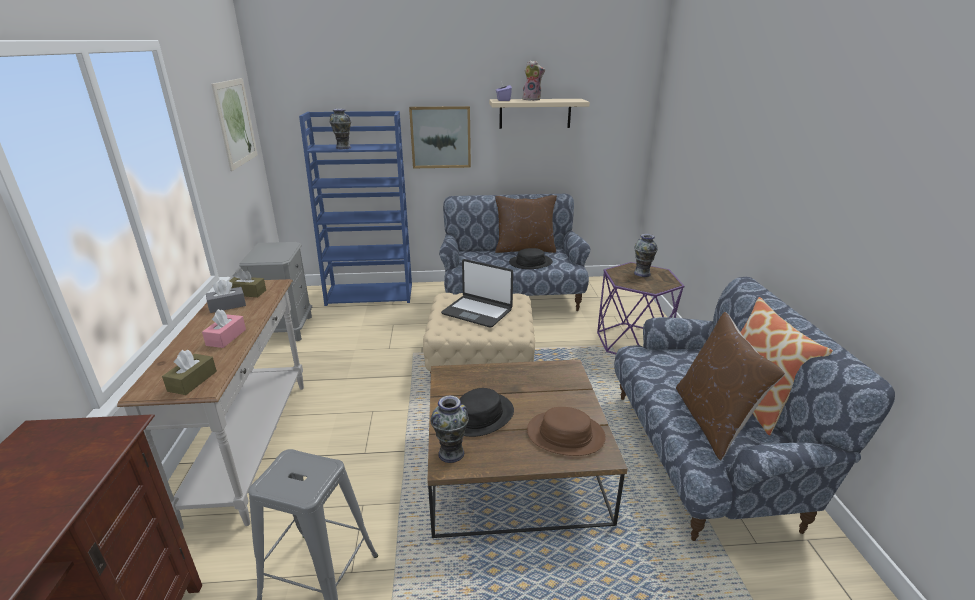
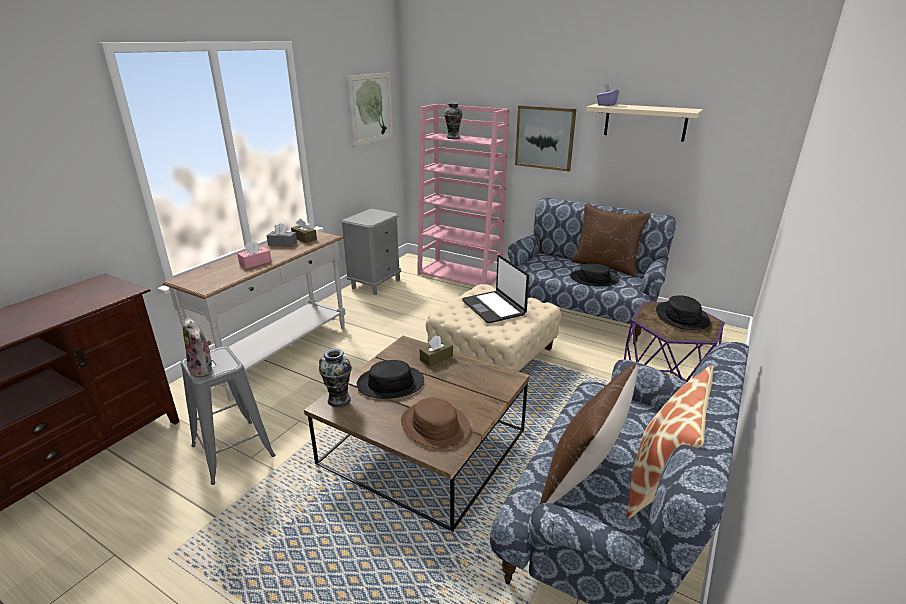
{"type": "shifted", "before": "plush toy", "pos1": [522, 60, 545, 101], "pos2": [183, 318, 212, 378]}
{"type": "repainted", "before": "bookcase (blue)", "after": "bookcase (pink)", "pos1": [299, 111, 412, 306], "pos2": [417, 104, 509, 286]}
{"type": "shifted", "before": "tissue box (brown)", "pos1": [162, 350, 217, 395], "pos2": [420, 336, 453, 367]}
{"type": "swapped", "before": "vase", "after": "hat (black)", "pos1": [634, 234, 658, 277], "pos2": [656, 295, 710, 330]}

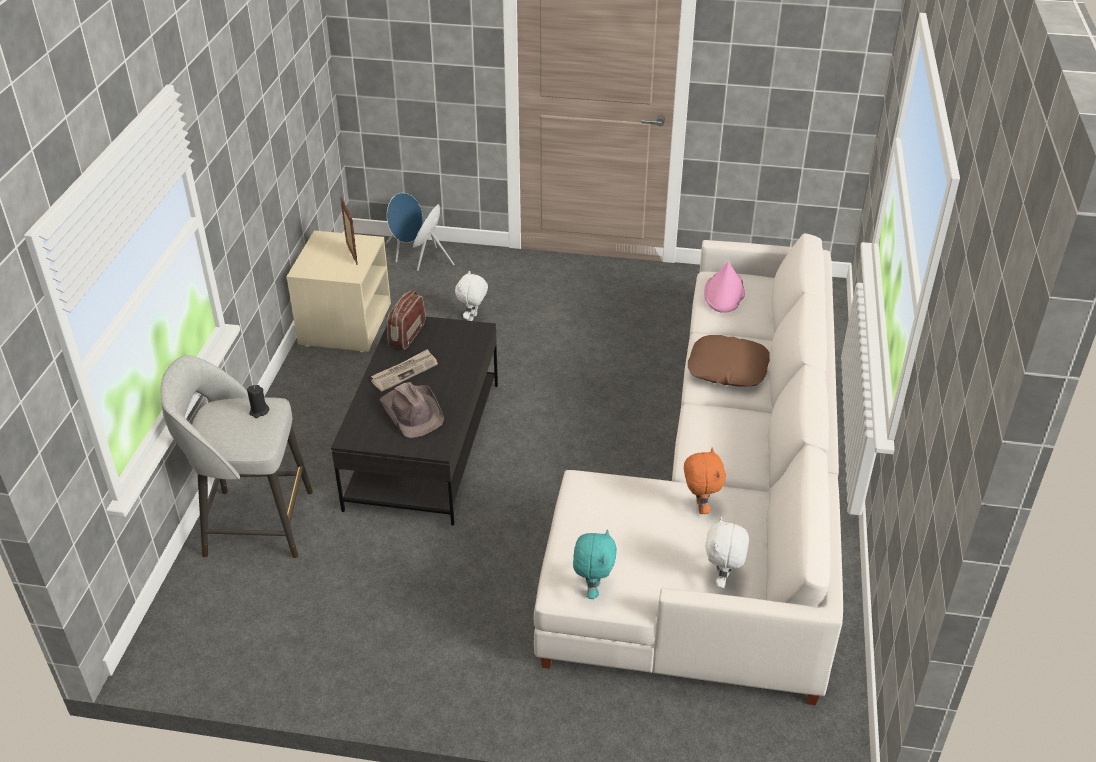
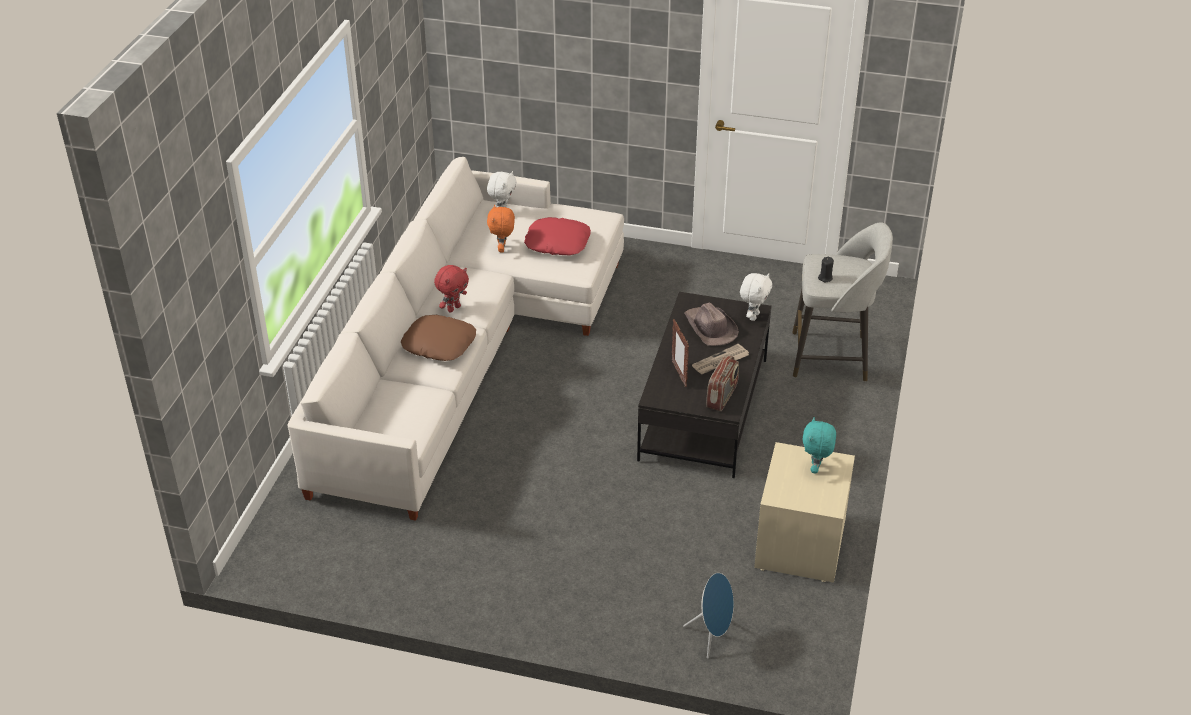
{"type": "new", "after": "plush toy (red)", "pos2": [434, 265, 469, 313]}
{"type": "new", "after": "pillow (red)", "pos2": [524, 217, 591, 255]}
{"type": "shifted", "before": "picture frame", "pos1": [340, 196, 358, 265], "pos2": [672, 319, 689, 387]}
{"type": "shifted", "before": "plush toy (white)", "pos1": [455, 271, 488, 321], "pos2": [740, 273, 772, 321]}
{"type": "shifted", "before": "plush toy (turquoise)", "pos1": [573, 529, 617, 599], "pos2": [802, 417, 836, 474]}
{"type": "gone", "before": "speaker (blue)", "pos1": [386, 193, 423, 262]}
{"type": "gone", "before": "hat (pink)", "pos1": [704, 261, 745, 313]}

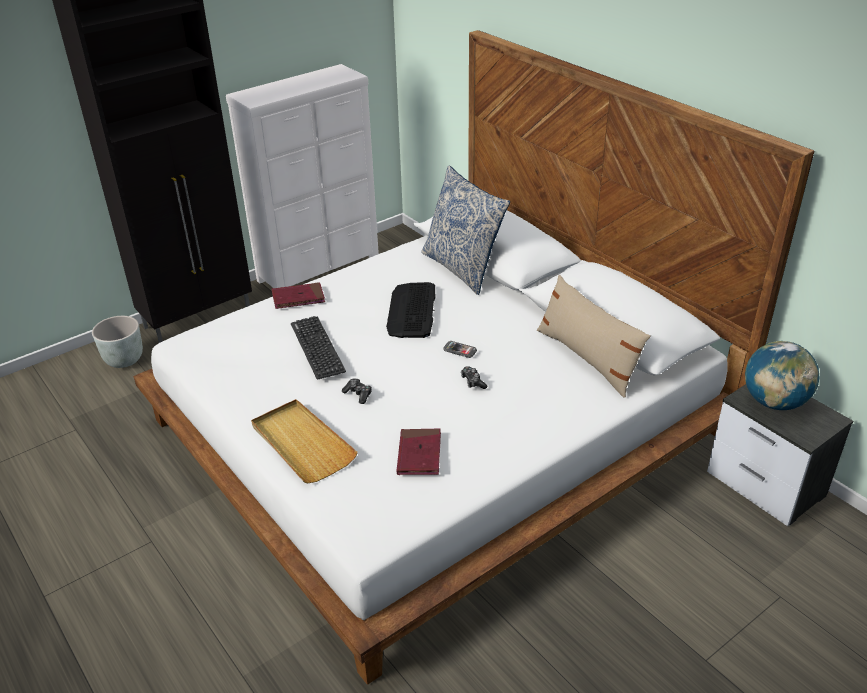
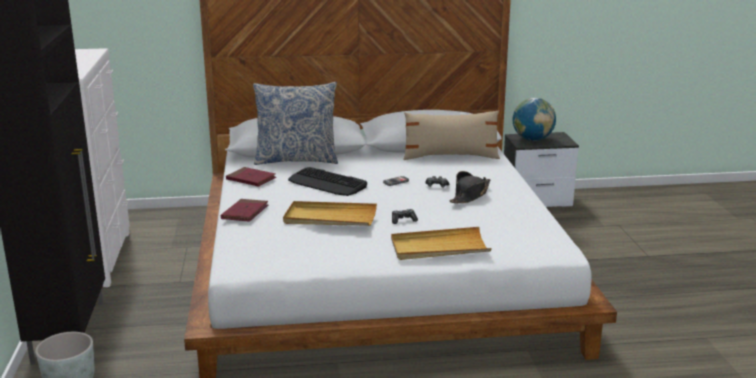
{"type": "shifted", "before": "book (red)", "pos1": [397, 429, 441, 475], "pos2": [226, 167, 276, 186]}
{"type": "swapped", "before": "keyboard", "after": "tray (beige)", "pos1": [291, 316, 346, 379], "pos2": [283, 201, 377, 226]}
{"type": "new", "after": "hat (black)", "pos2": [449, 171, 491, 203]}

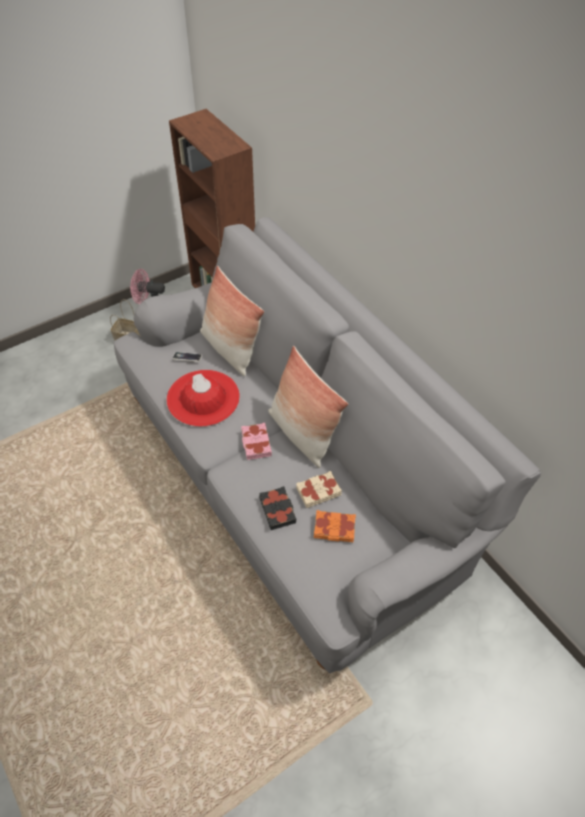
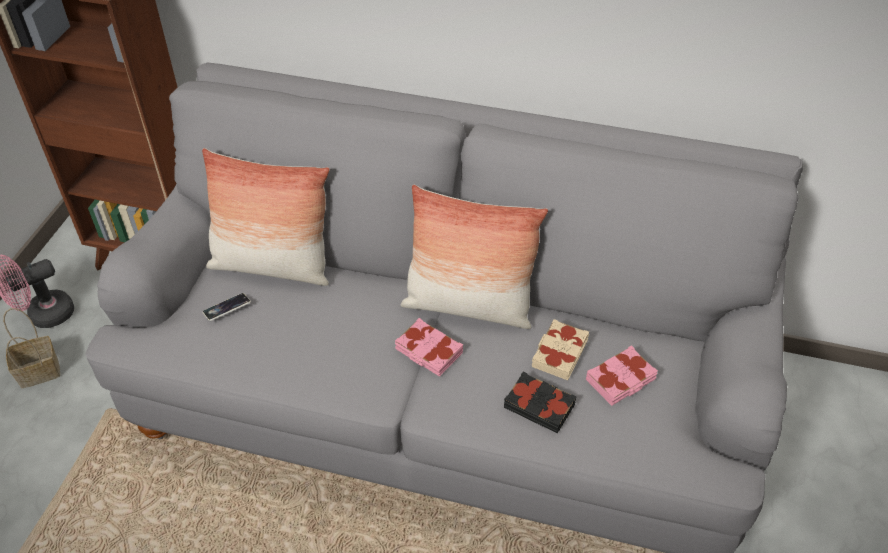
{"type": "repainted", "before": "book (orange)", "after": "book (pink)", "pos1": [314, 510, 356, 542], "pos2": [586, 345, 658, 406]}
{"type": "gone", "before": "hat (red)", "pos1": [166, 370, 240, 427]}

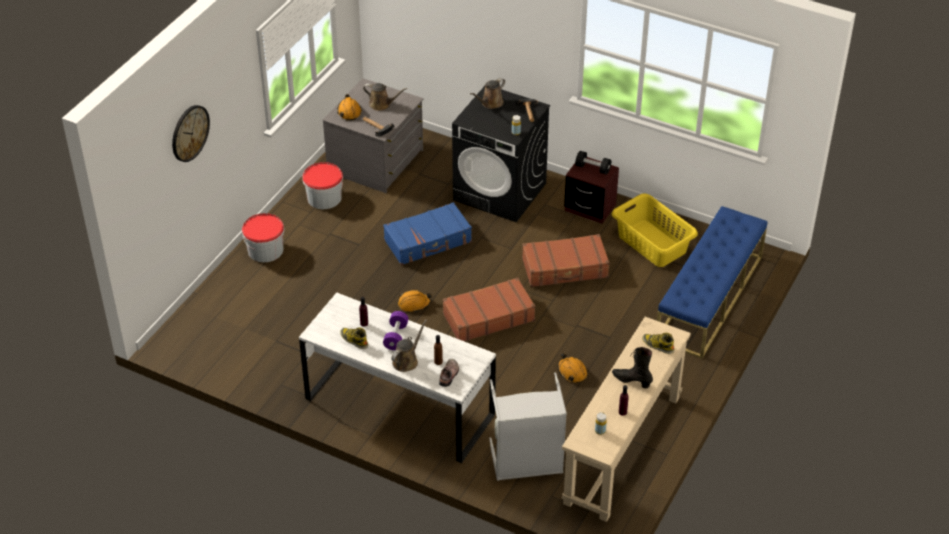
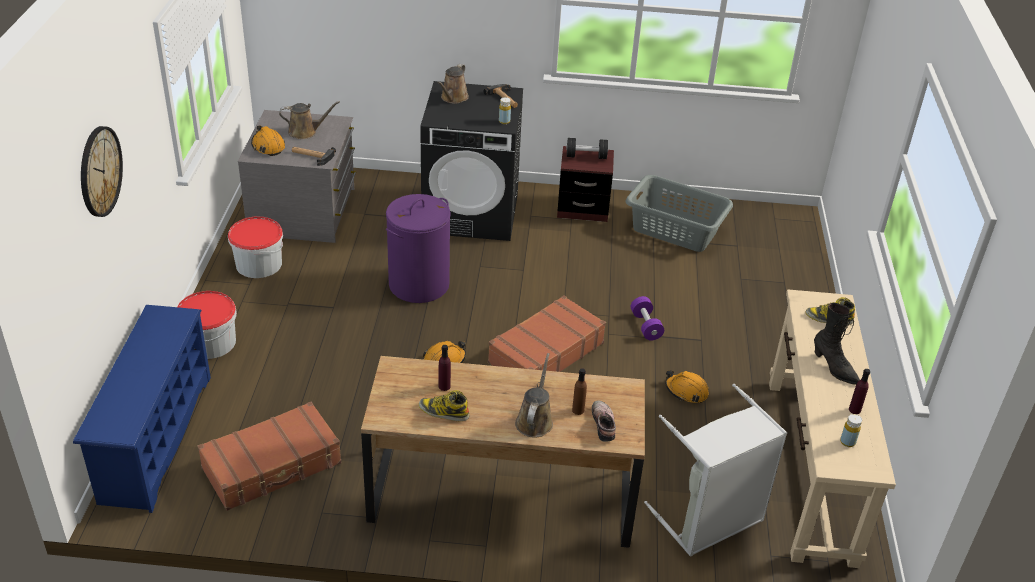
{"type": "new", "after": "shoe rack (blue)", "pos2": [73, 305, 211, 513]}
{"type": "shifted", "before": "suitcase (brown)", "pos1": [522, 234, 610, 287], "pos2": [198, 402, 341, 511]}
{"type": "repainted", "before": "desk (white)", "after": "desk (brown)", "pos1": [299, 292, 496, 463], "pos2": [361, 356, 645, 548]}
{"type": "swapped", "before": "suitcase (blue)", "after": "laundry basket (purple)", "pos1": [383, 202, 472, 265], "pos2": [386, 194, 451, 303]}
{"type": "repainted", "before": "laundry basket (yellow)", "after": "laundry basket (grey)", "pos1": [612, 194, 698, 267], "pos2": [625, 175, 733, 252]}
{"type": "shifted", "before": "dumbbell (purple)", "pos1": [383, 311, 408, 350], "pos2": [631, 296, 664, 340]}
{"type": "rotated", "before": "boot (black)", "pos1": [612, 347, 653, 388], "pos2": [814, 303, 860, 385], "turn": -135}
{"type": "gone", "before": "bench (blue)", "pos1": [657, 206, 767, 359]}

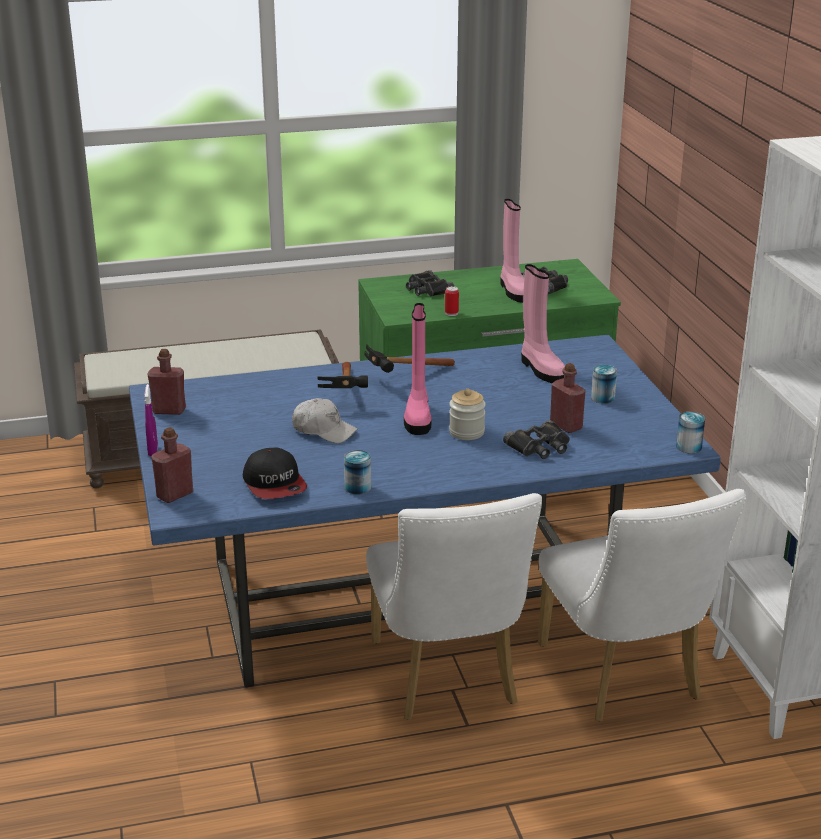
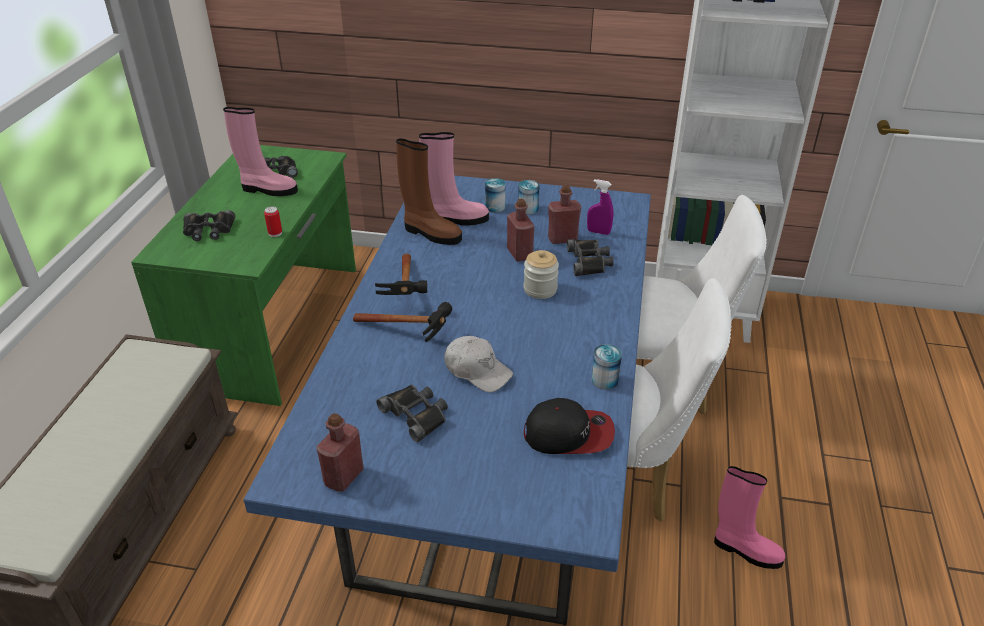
{"type": "new", "after": "binoculars (black)", "pos2": [377, 385, 448, 442]}
{"type": "new", "after": "boot (brown)", "pos2": [396, 138, 462, 245]}
{"type": "rotated", "before": "cap (white)", "pos1": [292, 398, 358, 443], "pos2": [444, 336, 513, 392], "turn": 75}
{"type": "shifted", "before": "can", "pos1": [676, 412, 705, 454], "pos2": [485, 178, 506, 213]}
{"type": "shifted", "before": "bottle (red)", "pos1": [151, 427, 193, 503], "pos2": [507, 199, 534, 262]}
{"type": "shifted", "before": "spray bottle (purple)", "pos1": [145, 384, 158, 456], "pos2": [587, 179, 613, 235]}
{"type": "shifted", "before": "boot (pink)", "pos1": [404, 303, 431, 435], "pos2": [714, 466, 785, 569]}

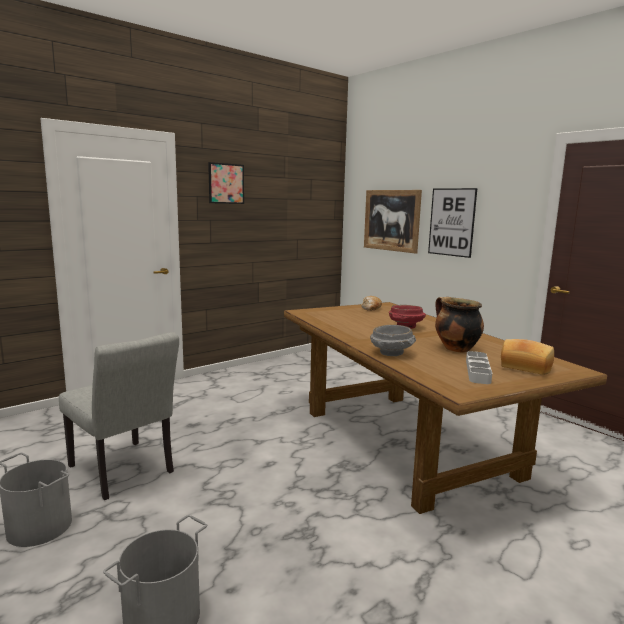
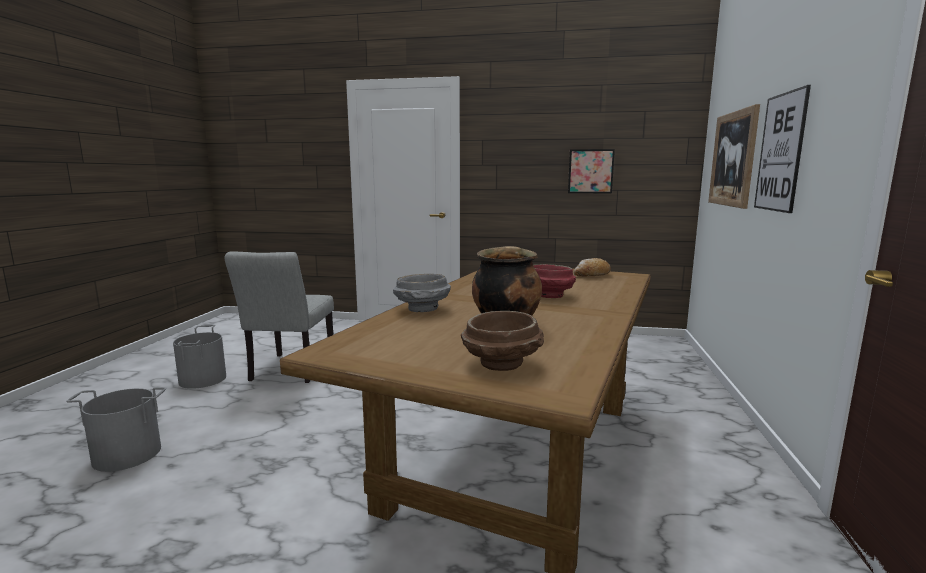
{"type": "swapped", "before": "bread", "after": "bowl (brown)", "pos1": [501, 339, 554, 375], "pos2": [461, 311, 544, 371]}
{"type": "shifted", "before": "picture", "pos1": [208, 162, 244, 204], "pos2": [568, 149, 615, 193]}
{"type": "gone", "before": "tray (grey)", "pos1": [466, 351, 492, 384]}

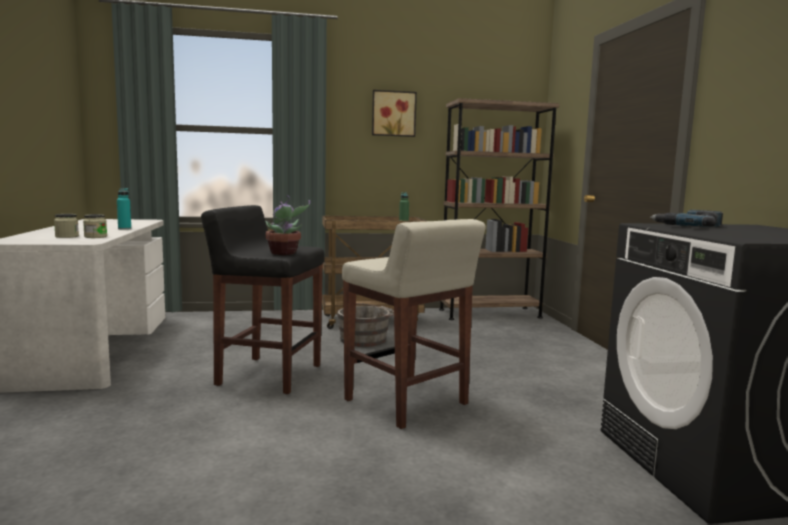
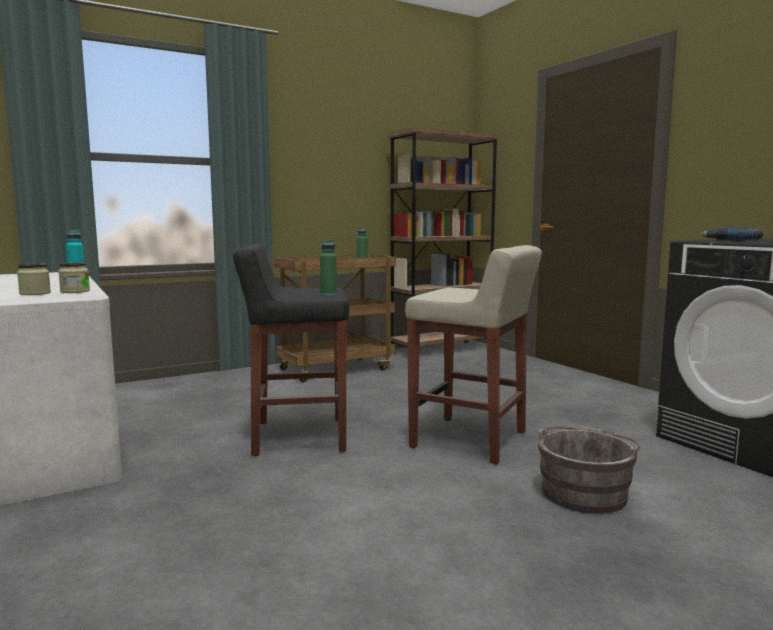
{"type": "swapped", "before": "potted plant", "after": "bottle (green)", "pos1": [265, 195, 310, 255], "pos2": [320, 240, 337, 296]}
{"type": "shifted", "before": "bucket (grey)", "pos1": [337, 303, 394, 347], "pos2": [537, 426, 641, 514]}
{"type": "gone", "before": "picture", "pos1": [372, 90, 417, 137]}

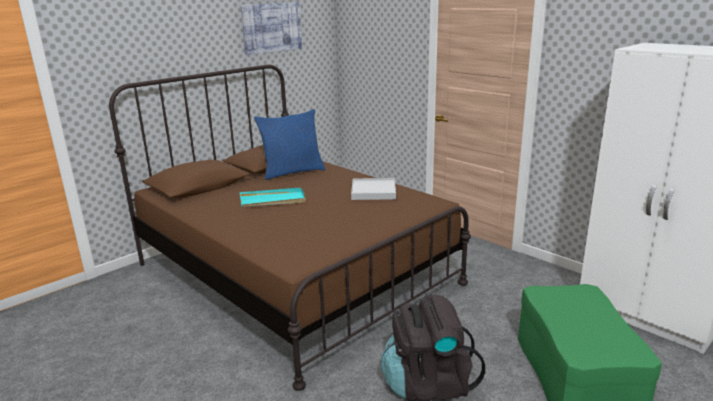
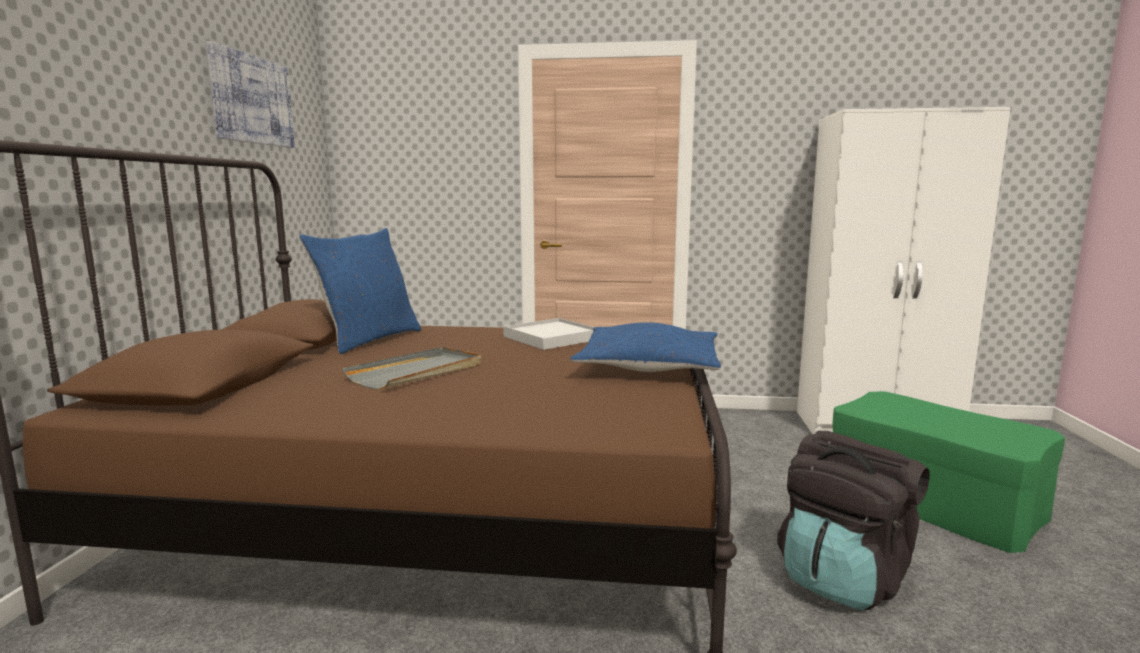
{"type": "repainted", "before": "tray (turquoise)", "after": "tray (grey)", "pos1": [240, 187, 306, 207], "pos2": [342, 347, 482, 390]}
{"type": "new", "after": "pillow (blue)", "pos2": [570, 322, 721, 372]}

